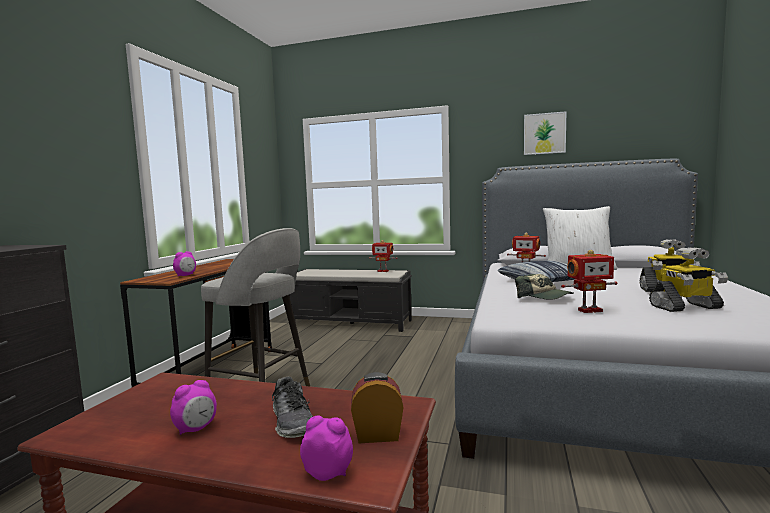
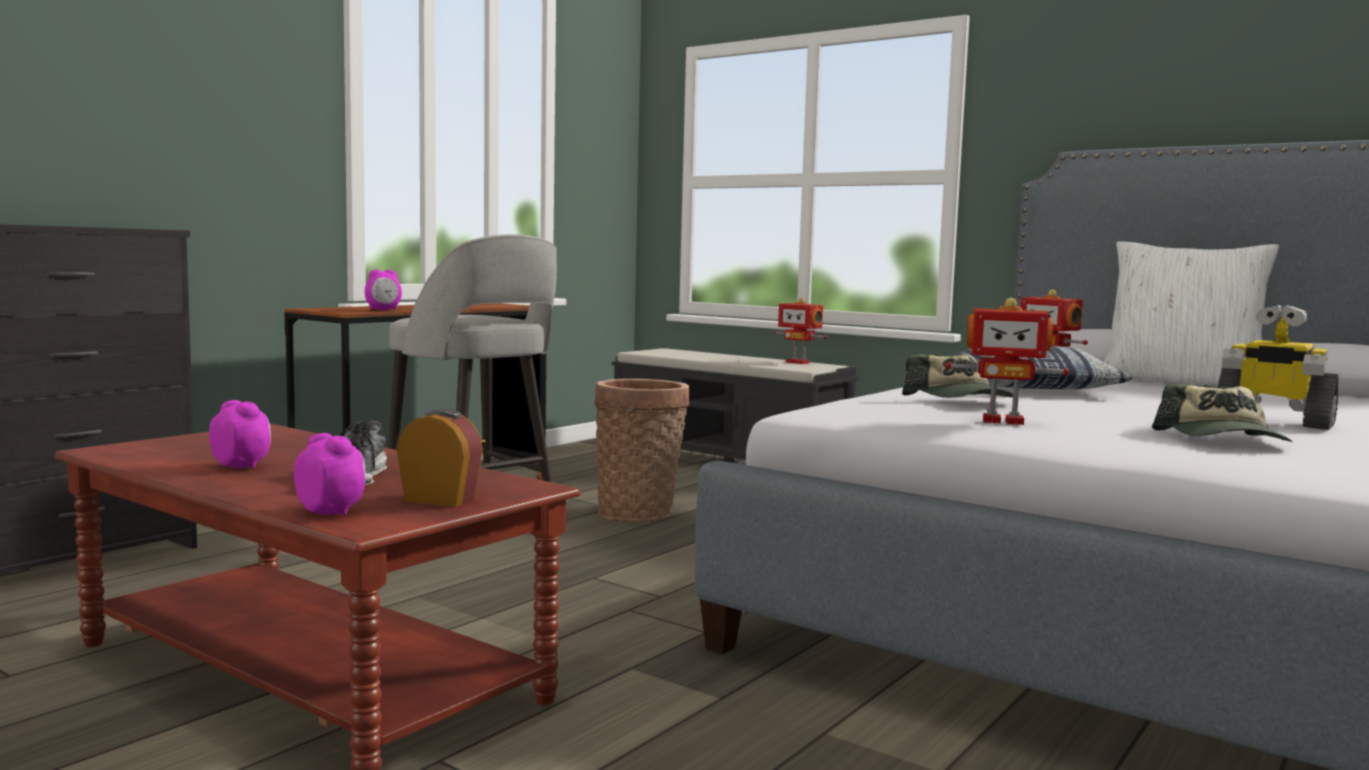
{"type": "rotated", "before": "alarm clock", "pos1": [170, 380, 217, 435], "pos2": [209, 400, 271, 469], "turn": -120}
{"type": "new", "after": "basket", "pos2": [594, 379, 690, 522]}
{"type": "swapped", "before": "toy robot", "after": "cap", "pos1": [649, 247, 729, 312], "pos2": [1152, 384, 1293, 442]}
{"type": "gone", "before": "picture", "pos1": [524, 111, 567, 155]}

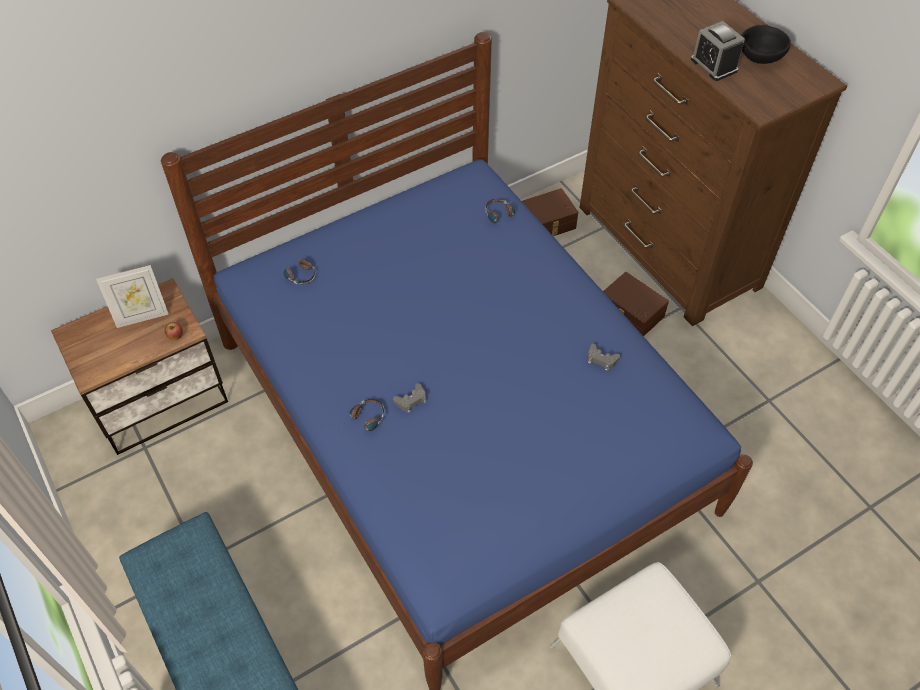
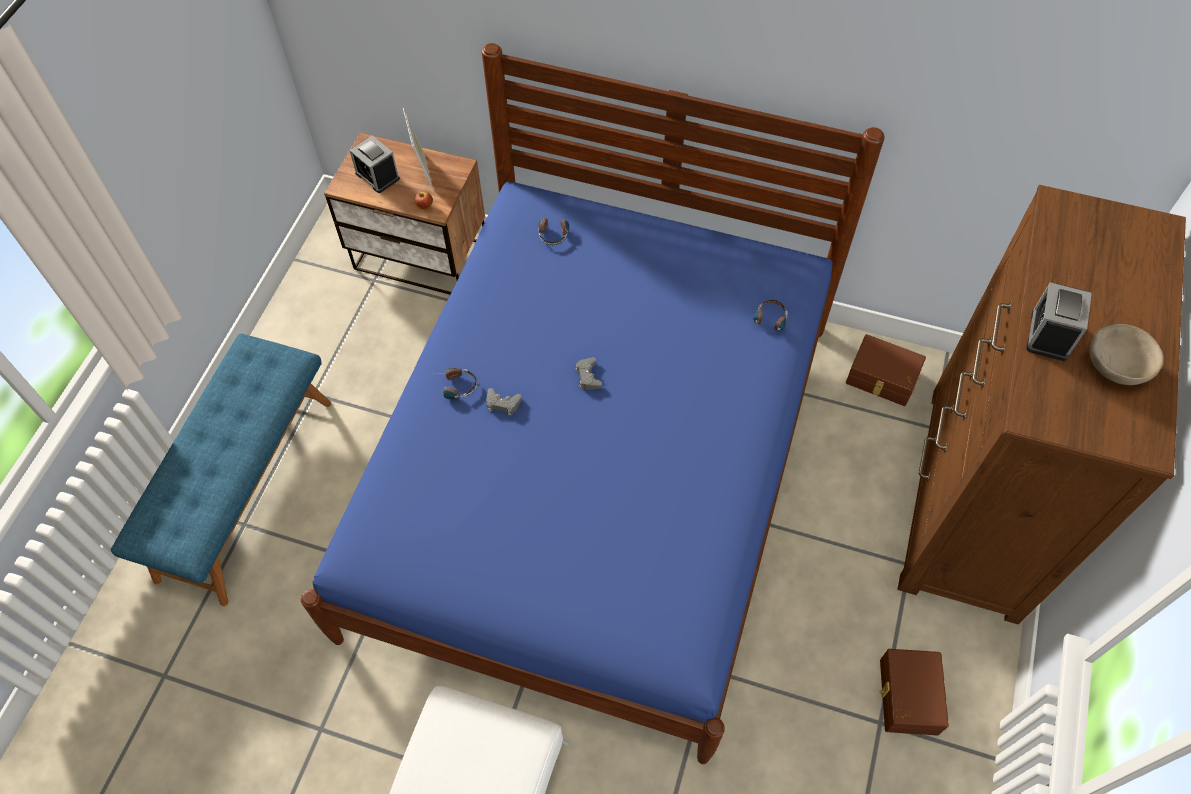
{"type": "new", "after": "alarm clock", "pos2": [350, 135, 400, 193]}
{"type": "rotated", "before": "picture frame", "pos1": [96, 265, 169, 328], "pos2": [403, 108, 433, 190], "turn": -135}
{"type": "shifted", "before": "game controller (grey)", "pos1": [588, 344, 620, 371], "pos2": [576, 357, 602, 390]}
{"type": "shifted", "before": "storage box (brown)", "pos1": [603, 272, 669, 336], "pos2": [879, 649, 949, 736]}
{"type": "repainted", "before": "bowl (black)", "after": "bowl (beige)", "pos1": [741, 25, 791, 64], "pos2": [1089, 324, 1164, 385]}

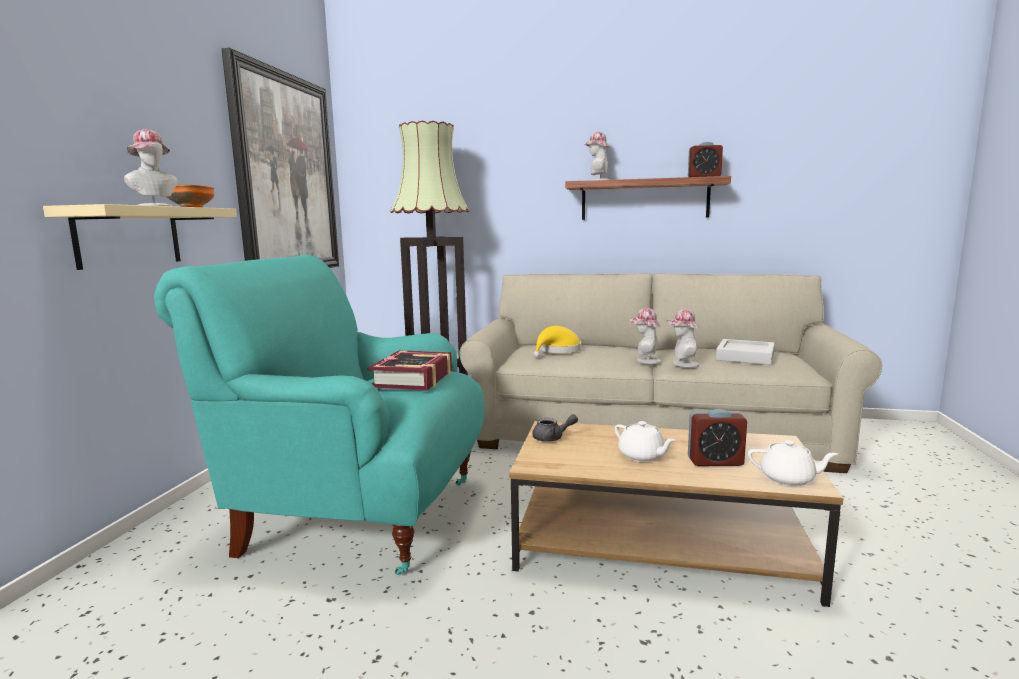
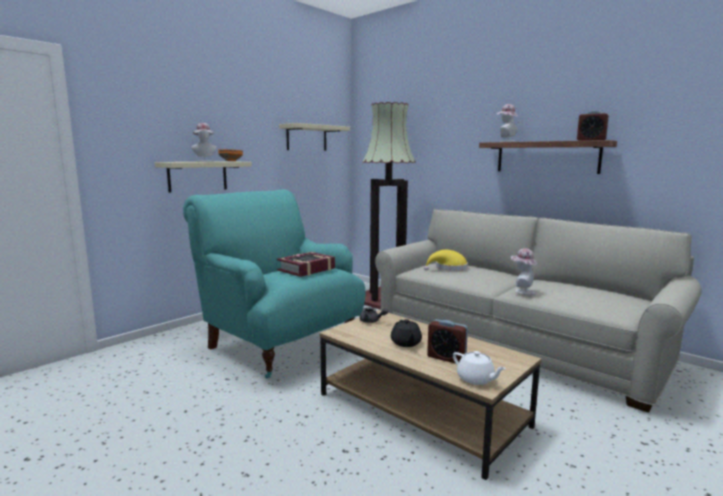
{"type": "swapped", "before": "picture", "after": "shelf (beige)", "pos1": [222, 48, 339, 268], "pos2": [279, 123, 350, 151]}
{"type": "repainted", "before": "teapot (white)", "after": "teapot (black)", "pos1": [615, 421, 676, 462], "pos2": [391, 319, 422, 347]}
{"type": "gone", "before": "hat", "pos1": [630, 308, 661, 364]}
{"type": "gone", "before": "tray (grey)", "pos1": [716, 339, 775, 365]}

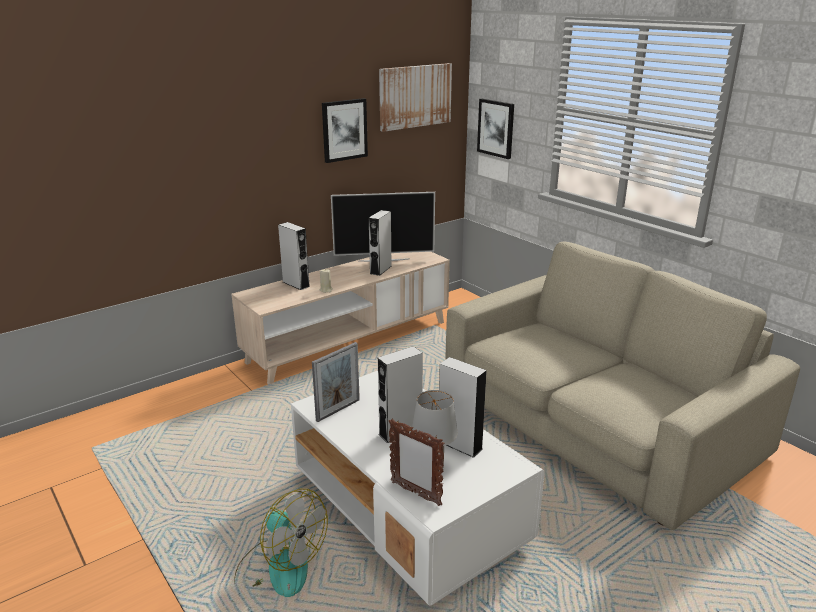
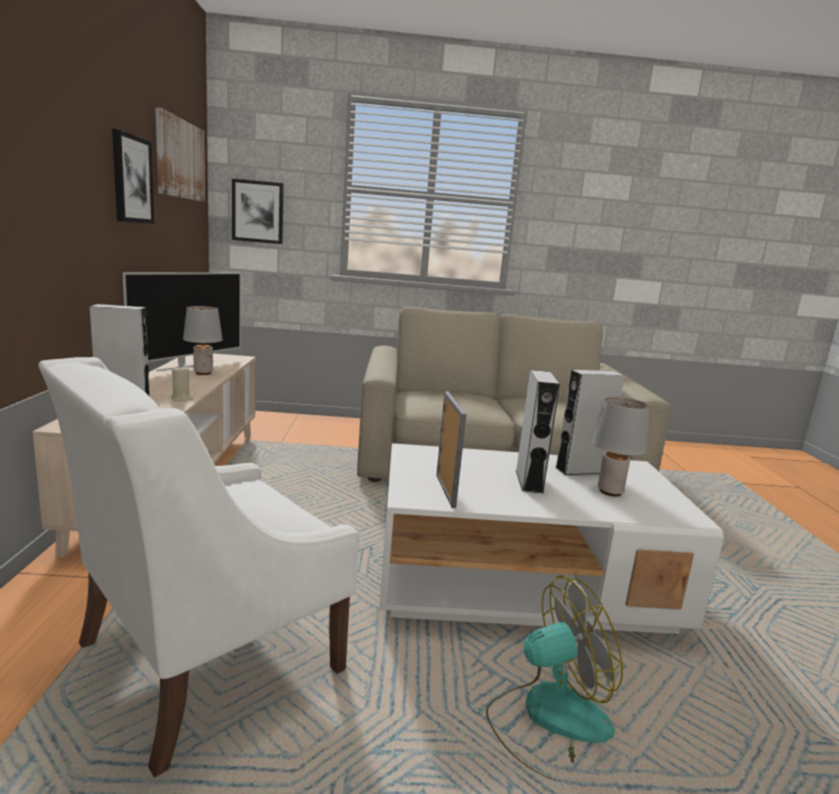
{"type": "new", "after": "armchair (white)", "pos2": [38, 357, 359, 778]}
{"type": "swapped", "before": "speaker (grey)", "after": "table lamp (grey)", "pos1": [369, 210, 392, 276], "pos2": [183, 306, 223, 375]}
{"type": "gone", "before": "picture frame", "pos1": [389, 419, 445, 506]}

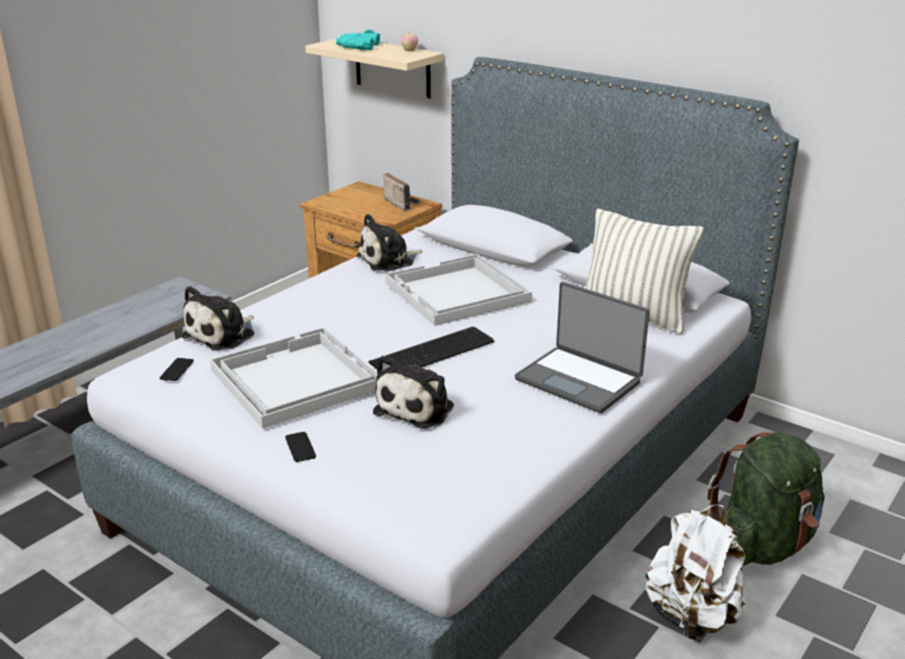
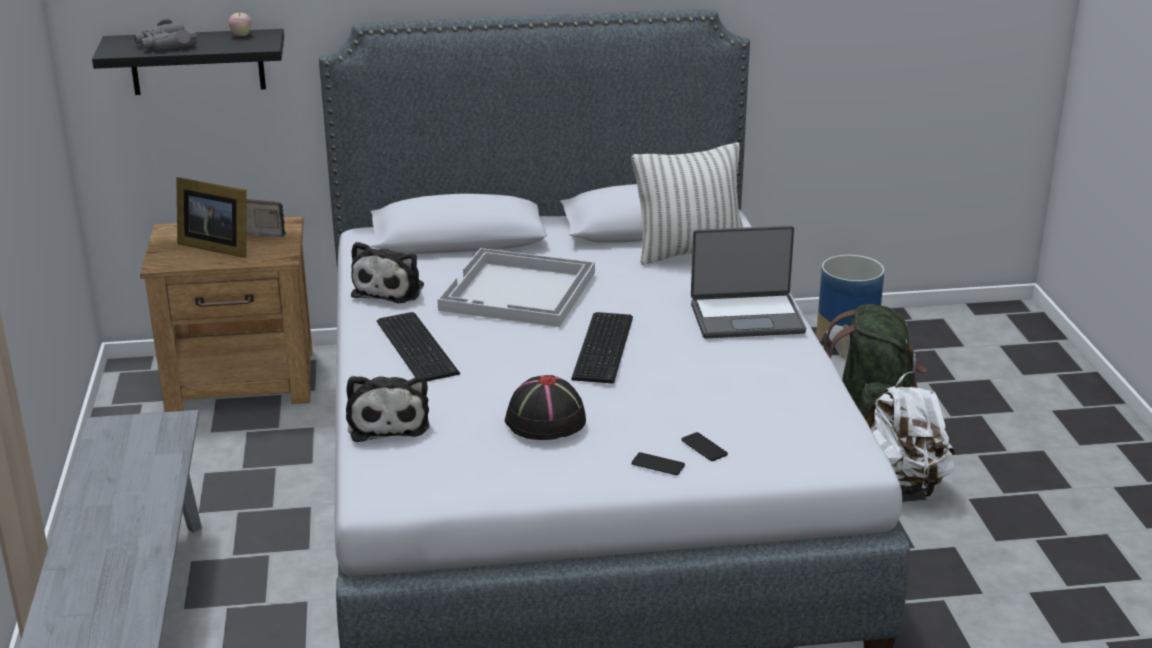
{"type": "repainted", "before": "shelf (beige)", "after": "shelf (black)", "pos1": [305, 39, 444, 98], "pos2": [92, 29, 284, 95]}
{"type": "repainted", "before": "binoculars (turquoise)", "after": "binoculars (grey)", "pos1": [336, 29, 380, 50], "pos2": [134, 19, 197, 50]}
{"type": "new", "after": "picture frame", "pos2": [176, 177, 247, 258]}
{"type": "new", "after": "keyboard", "pos2": [377, 312, 460, 381]}
{"type": "swapped", "before": "tray (white)", "after": "hat (black)", "pos1": [210, 327, 378, 429], "pos2": [505, 375, 586, 440]}
{"type": "shifted", "before": "phone", "pos1": [160, 358, 194, 381], "pos2": [681, 432, 728, 461]}
{"type": "new", "after": "planter", "pos2": [816, 255, 885, 358]}
{"type": "gone", "before": "plush toy", "pos1": [373, 355, 454, 429]}

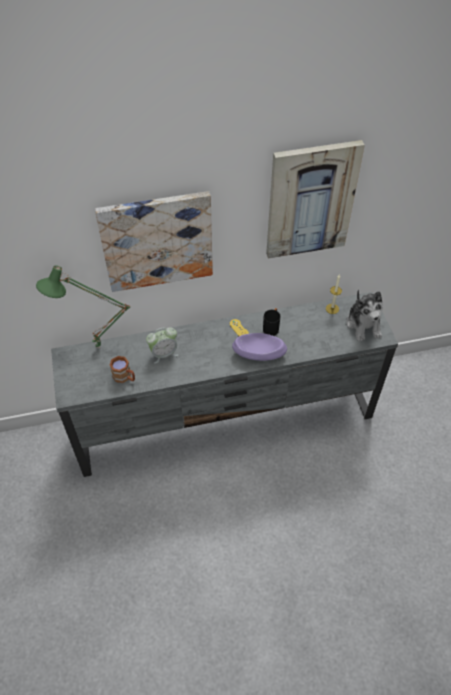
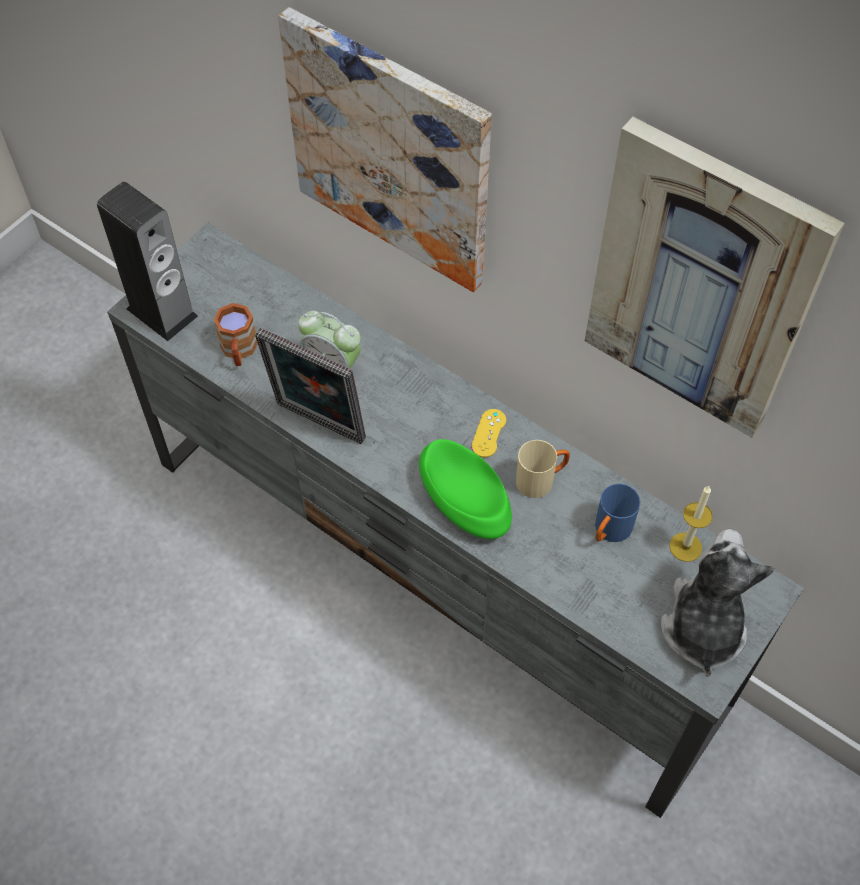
{"type": "new", "after": "speaker", "pos2": [97, 182, 198, 341]}
{"type": "new", "after": "picture frame", "pos2": [255, 328, 366, 444]}
{"type": "repainted", "before": "bowl (purple)", "after": "bowl (green)", "pos1": [232, 333, 287, 361], "pos2": [419, 439, 512, 539]}
{"type": "repainted", "before": "mug (black)", "after": "mug (beige)", "pos1": [263, 308, 280, 336], "pos2": [516, 440, 570, 498]}
{"type": "new", "after": "mug (blue)", "pos2": [595, 483, 640, 542]}
{"type": "rotated", "before": "plush toy", "pos1": [346, 289, 383, 341], "pos2": [661, 529, 775, 677], "turn": 150}
{"type": "gone", "before": "table lamp (green)", "pos1": [36, 265, 130, 348]}

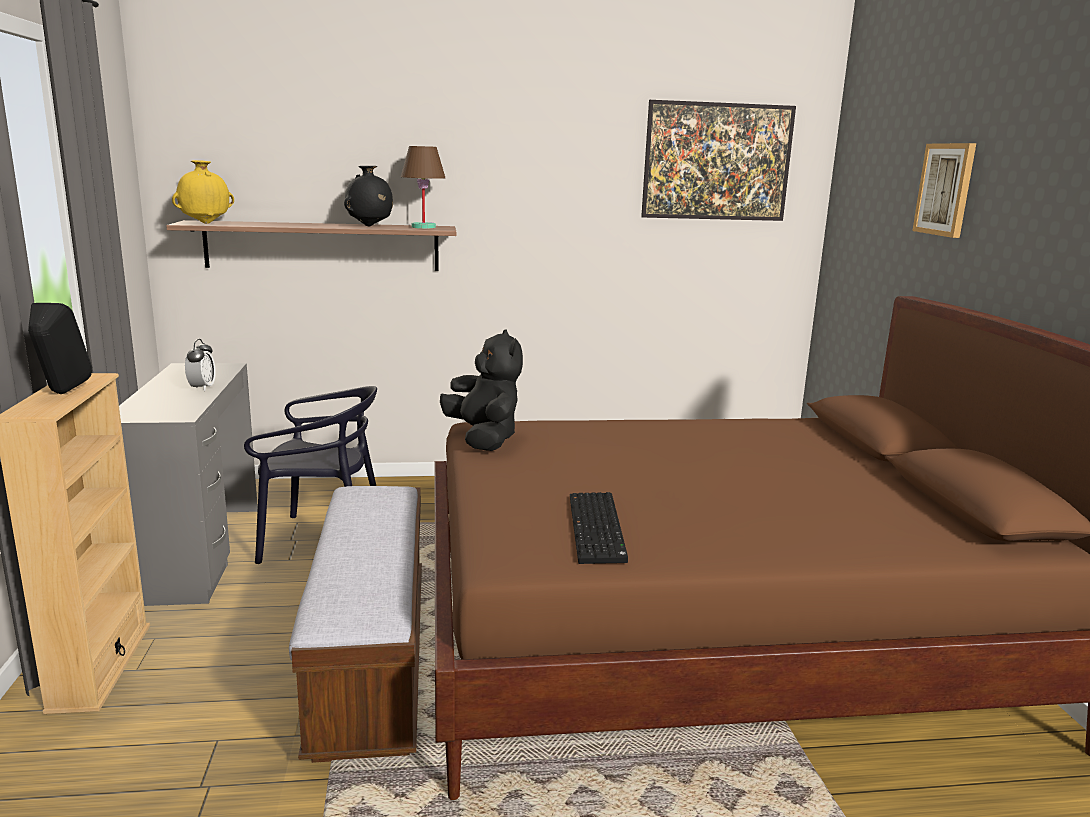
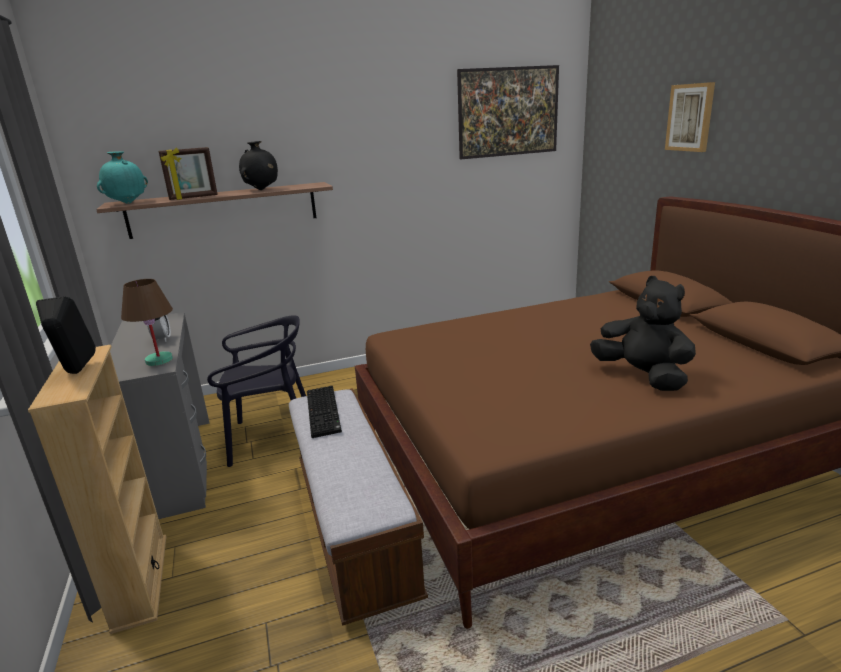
{"type": "repainted", "before": "vase (yellow)", "after": "vase (turquoise)", "pos1": [172, 160, 234, 224], "pos2": [97, 151, 148, 204]}
{"type": "shifted", "before": "table lamp (brown)", "pos1": [401, 146, 445, 229], "pos2": [121, 279, 173, 366]}
{"type": "new", "after": "picture frame", "pos2": [158, 147, 218, 200]}
{"type": "shifted", "before": "keyboard", "pos1": [570, 492, 628, 564], "pos2": [307, 386, 342, 438]}
{"type": "shifted", "before": "plush toy (black)", "pos1": [440, 329, 523, 451], "pos2": [590, 276, 696, 391]}

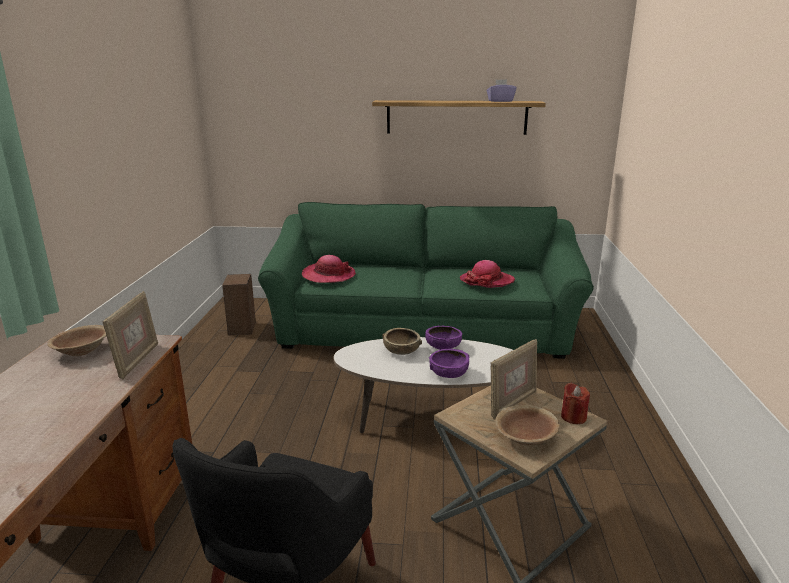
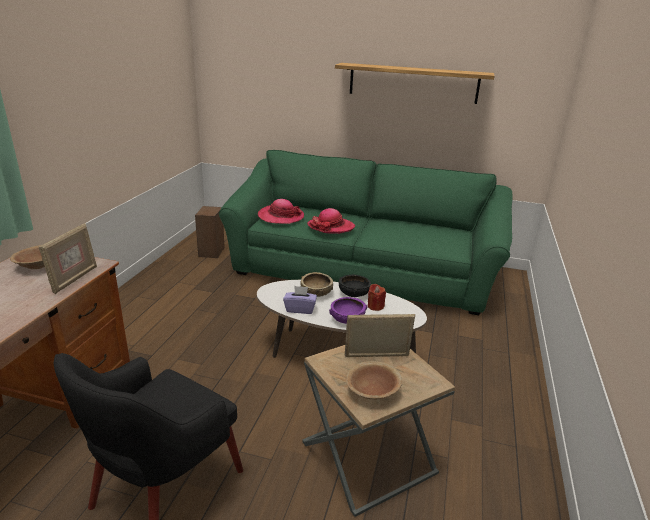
{"type": "shifted", "before": "tissue box (purple)", "pos1": [486, 79, 517, 102], "pos2": [283, 286, 317, 314]}
{"type": "shifted", "before": "hat", "pos1": [460, 260, 515, 288], "pos2": [307, 208, 355, 234]}
{"type": "repainted", "before": "bowl (purple)", "after": "bowl (black)", "pos1": [425, 326, 463, 350], "pos2": [339, 274, 372, 297]}
{"type": "rotated", "before": "picture frame", "pos1": [491, 339, 537, 419], "pos2": [345, 314, 415, 357], "turn": -150}
{"type": "shifted", "before": "candle (red)", "pos1": [561, 383, 590, 424], "pos2": [368, 284, 386, 311]}

